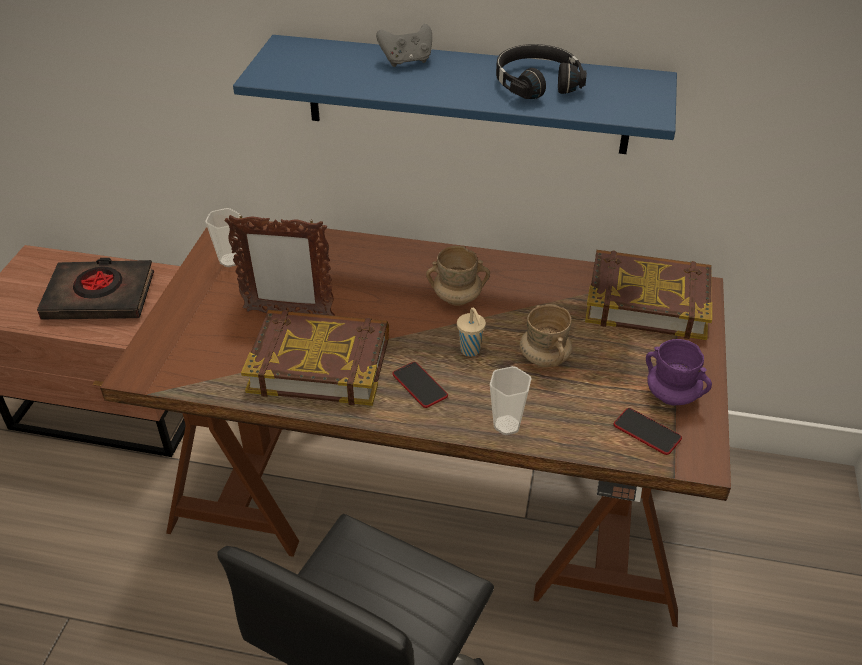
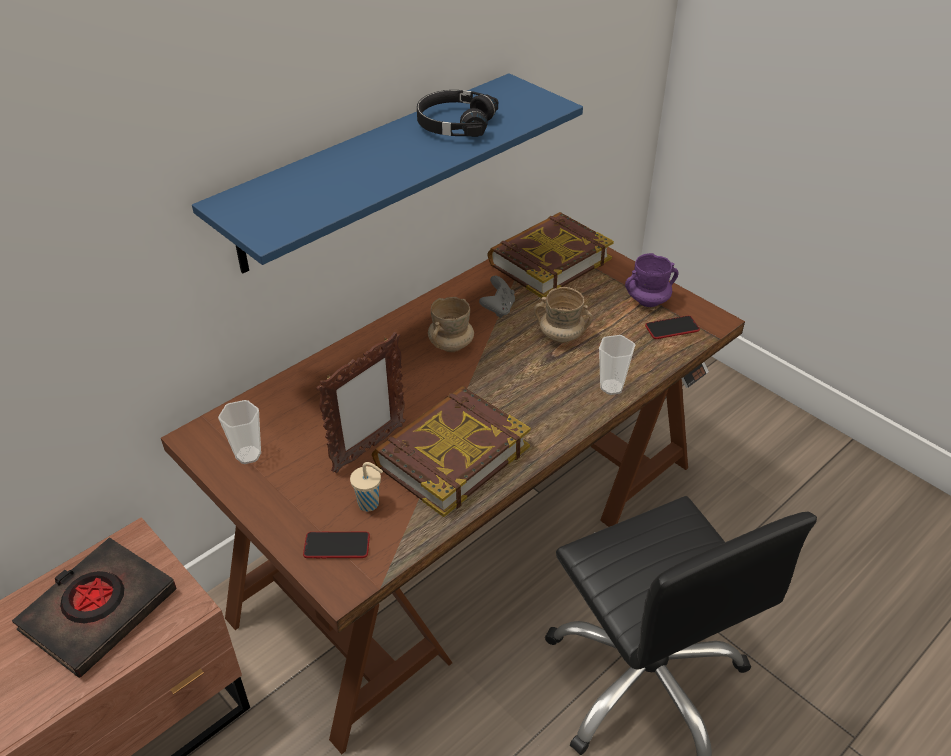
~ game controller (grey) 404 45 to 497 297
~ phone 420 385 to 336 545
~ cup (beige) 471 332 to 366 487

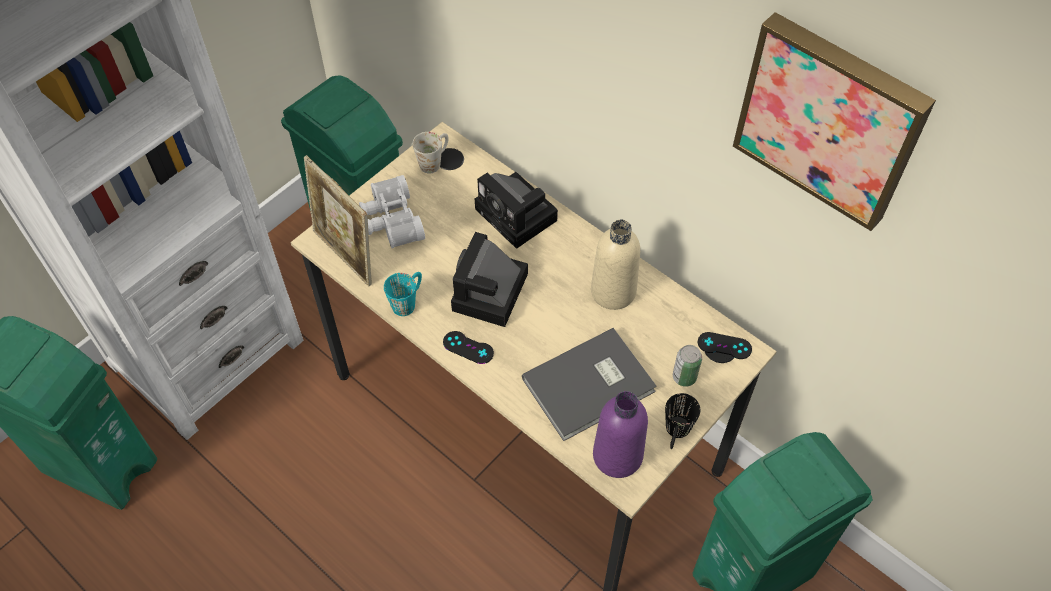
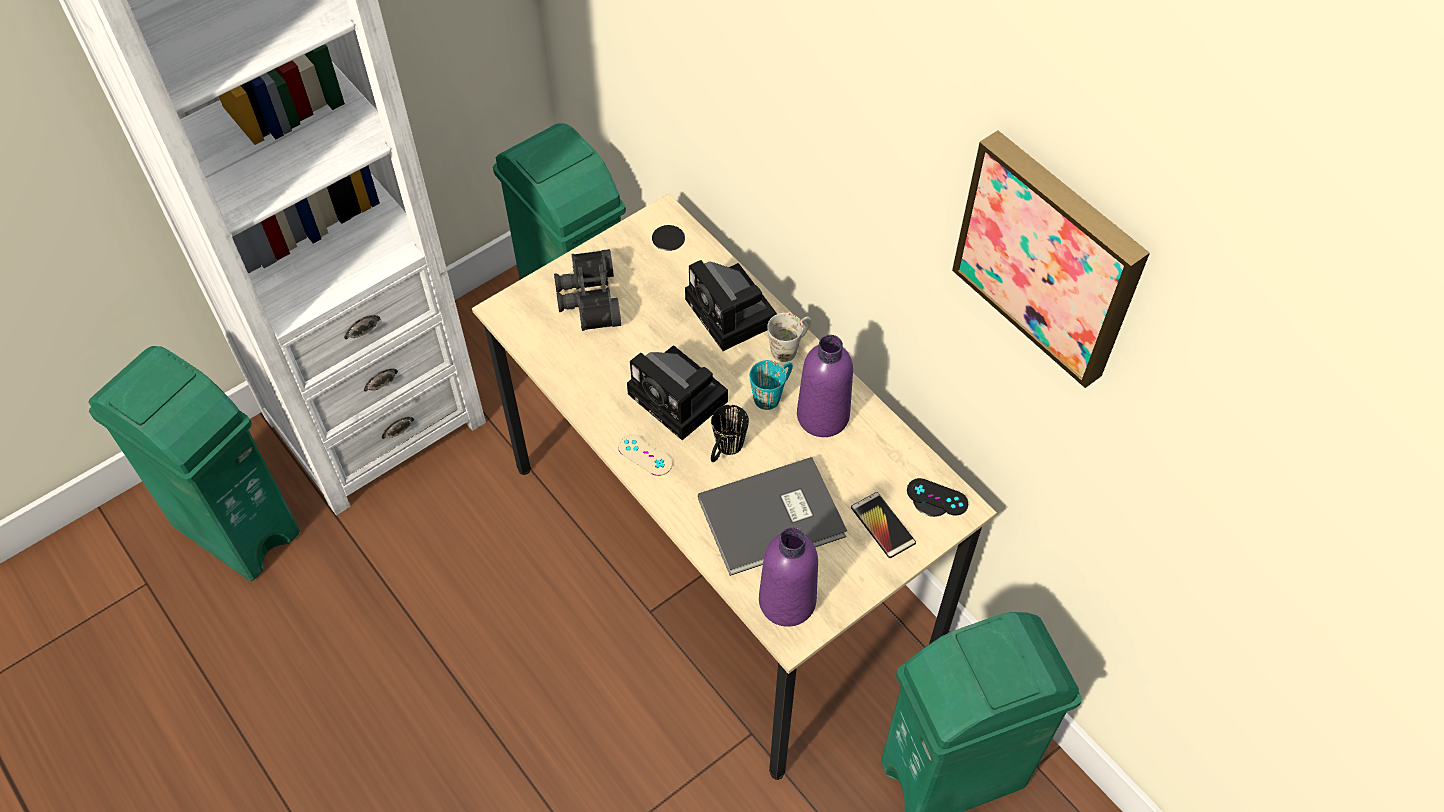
- picture frame 338 220
~ binoculars (white) 392 211 to binoculars (black) 587 290
~ mug (turquoise) 403 294 to 771 385
~ mug (white) 431 152 to 789 337
~ game controller (black) 468 347 to game controller (beige) 645 455
~ photo camera 489 279 = 677 392 75 degrees counterclockwise
~ bottle (beige) 615 265 to bottle (purple) 825 386
~ mug (black) 682 421 to 730 433
~ can 687 366 to phone 883 525

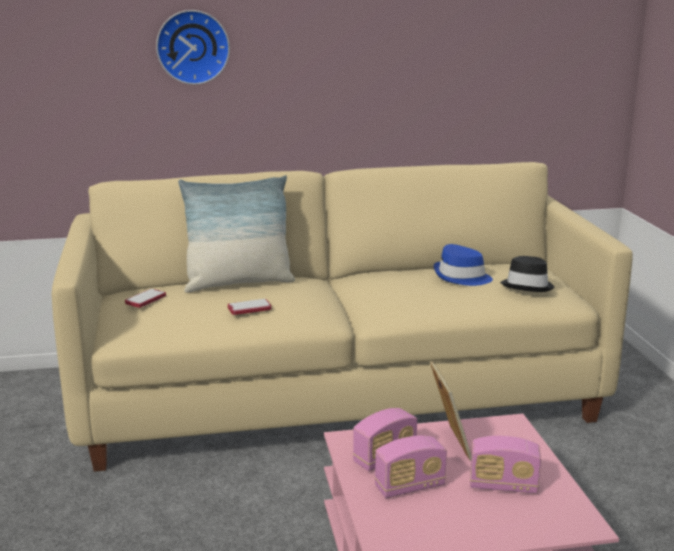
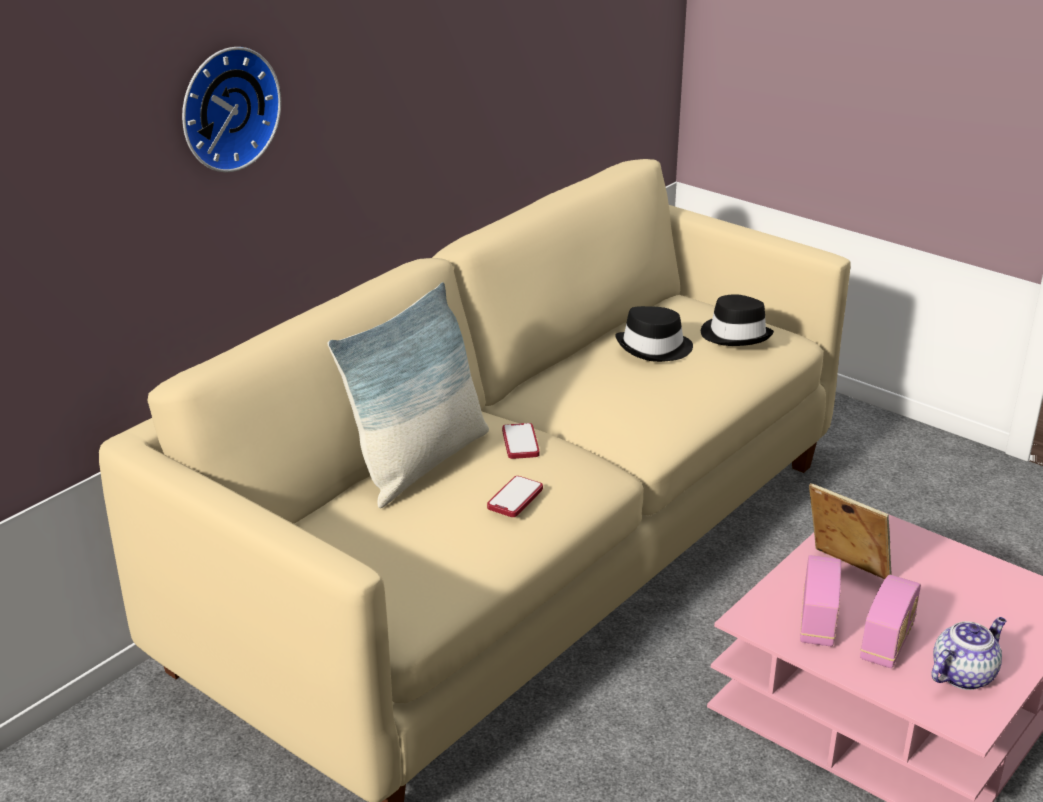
~ phone 145 298 to 520 441
~ hat (blue) 463 265 to hat (black) 654 334
- radio 505 465
+ teapot 968 653

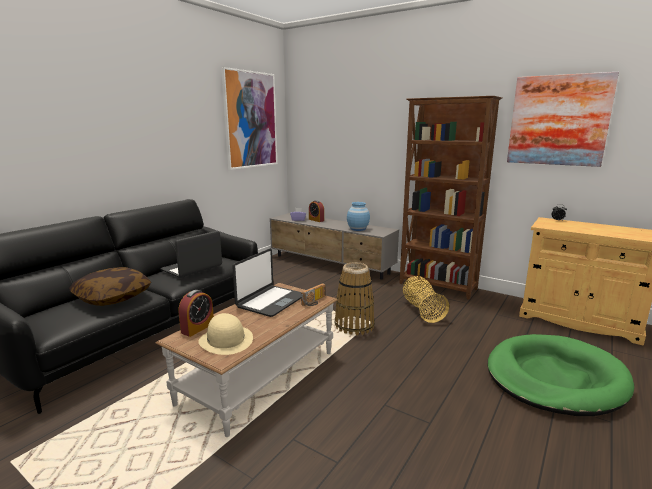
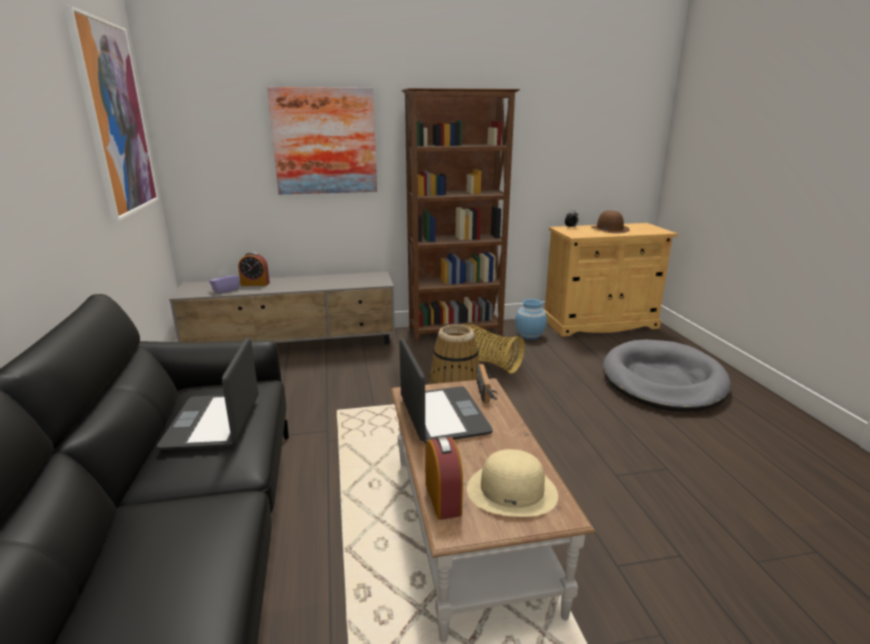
- pillow 110 286
~ vase (blue) 358 216 to 531 319
~ dog bed (green) 561 375 to dog bed (grey) 667 376
~ picture 563 119 to 322 140
+ hat (brown) 610 221

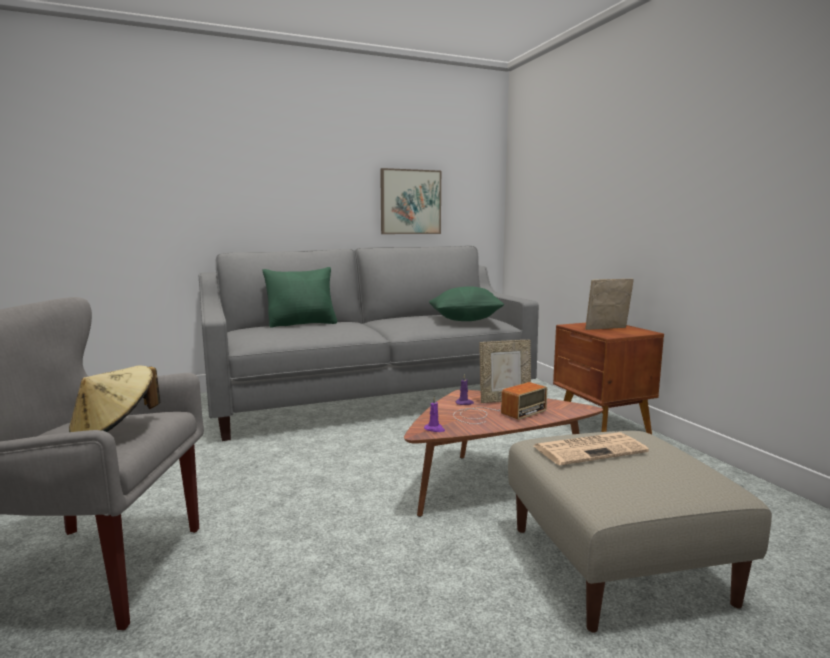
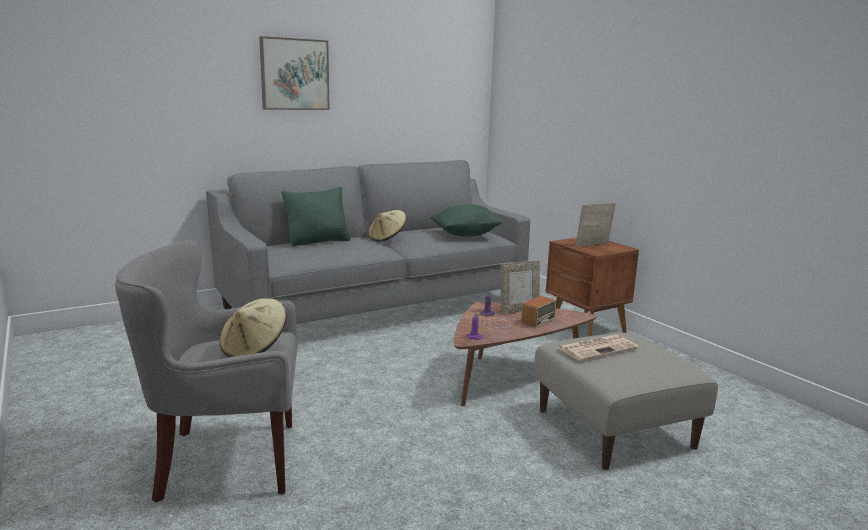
~ picture 410 201 to 294 73
+ hat (beige) 387 226

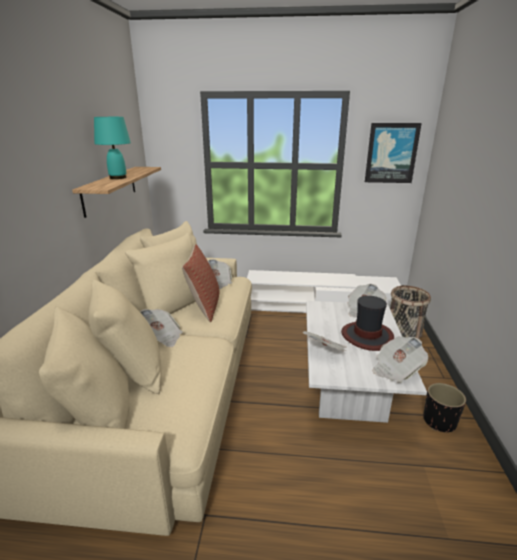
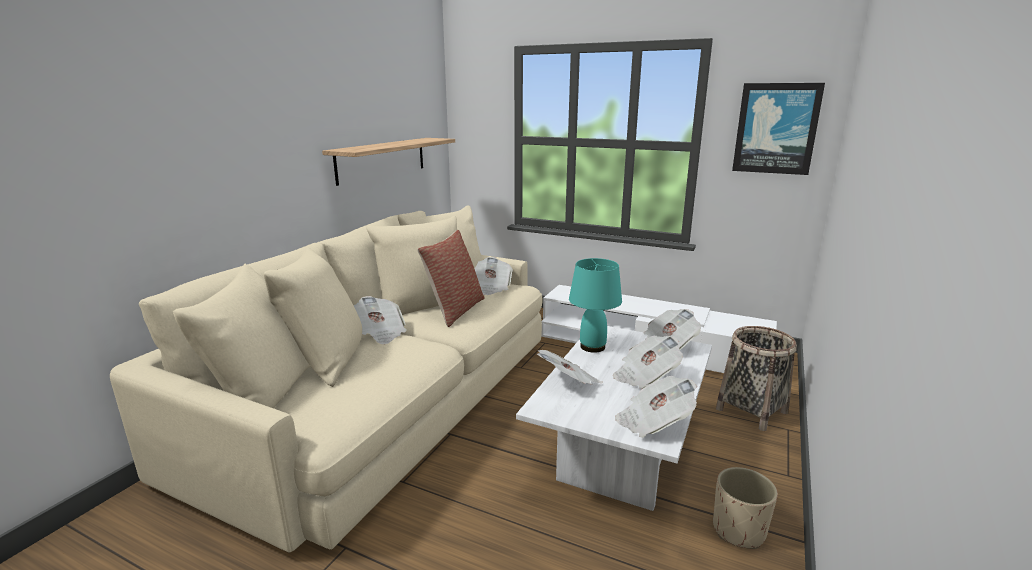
~ table lamp (turquoise) 112 148 to 595 305
~ hat 367 323 to newspaper 648 362
~ planter (black) 444 407 to planter (beige) 745 508

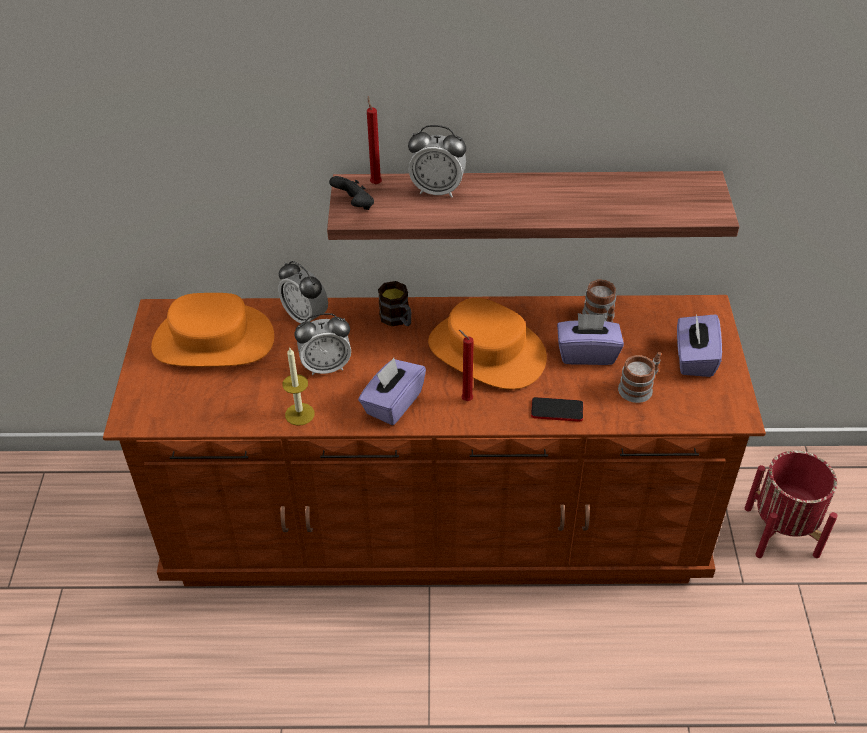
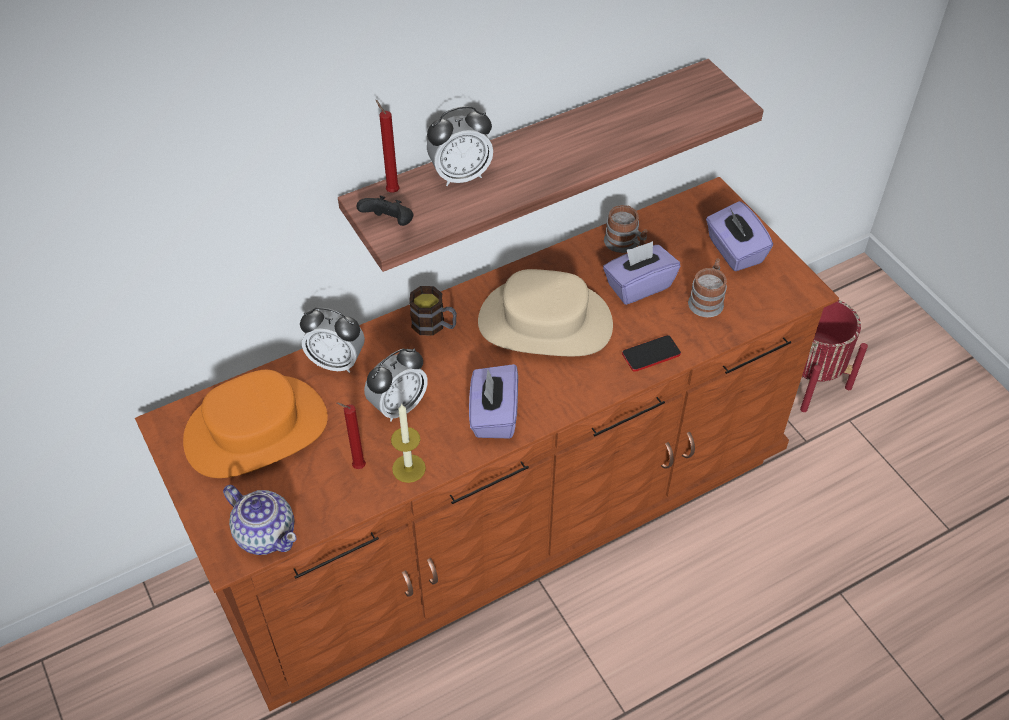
~ hat (orange) 487 344 to hat (beige) 545 312
~ candle (red) 466 365 to 351 435
+ teapot 260 520

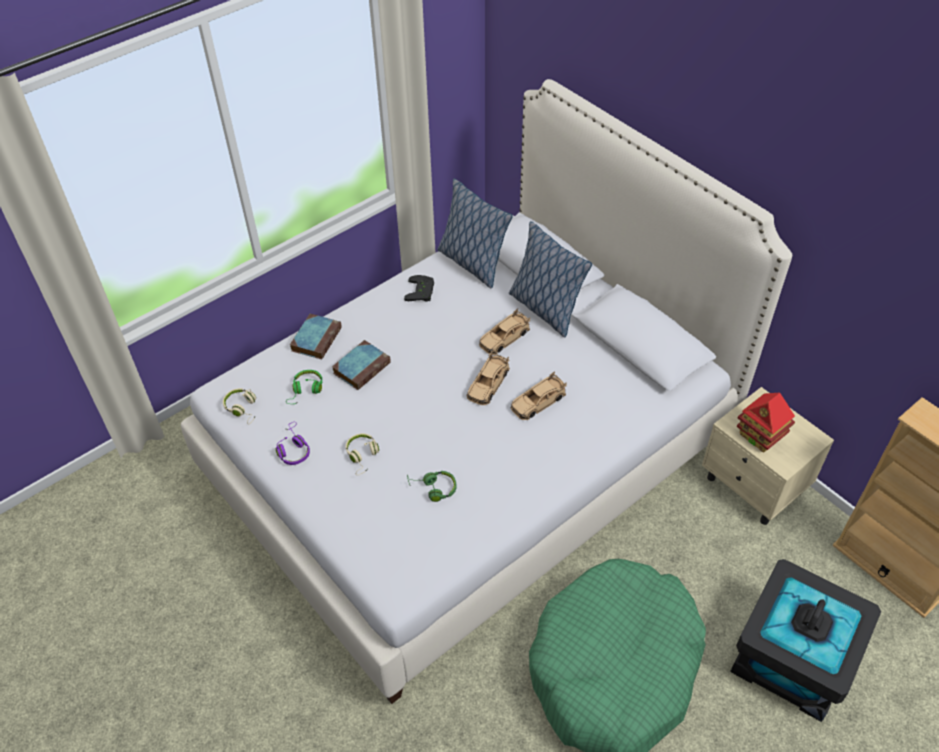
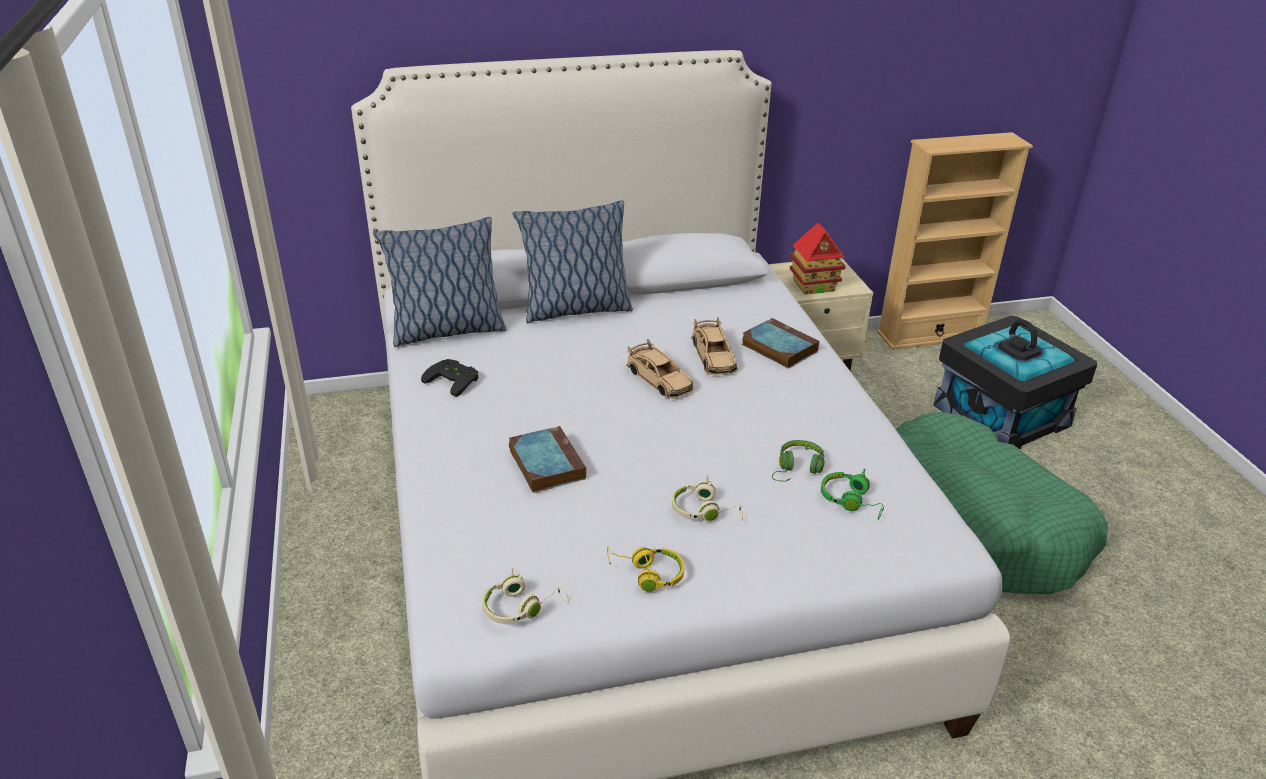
~ headphones (purple) 293 443 to headphones (yellow) 645 569
~ headphones (green) 304 387 to 852 494
~ book 316 337 to 780 343
- toy car (beige) 504 331

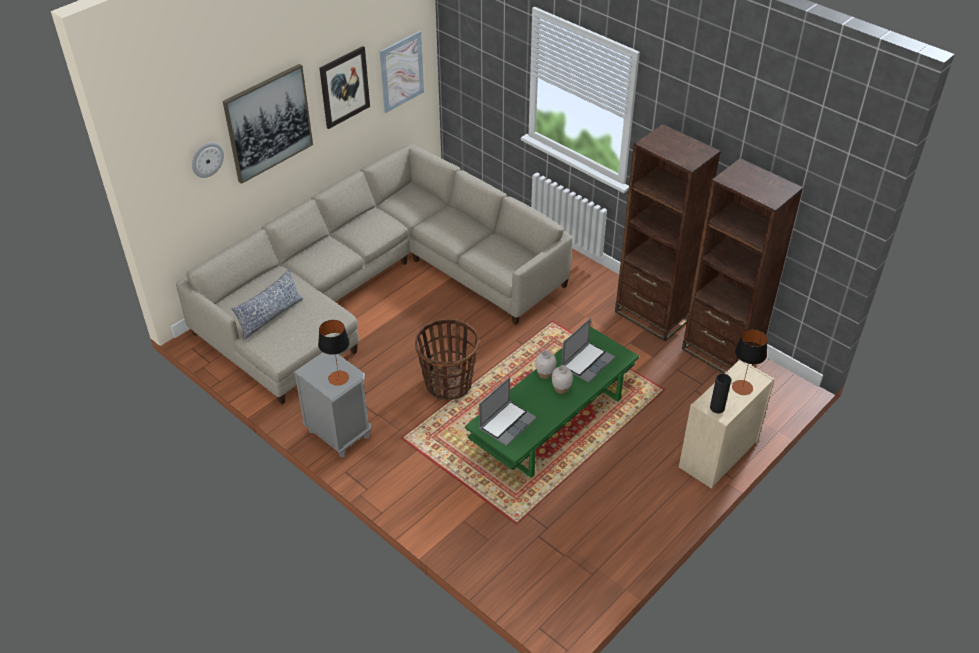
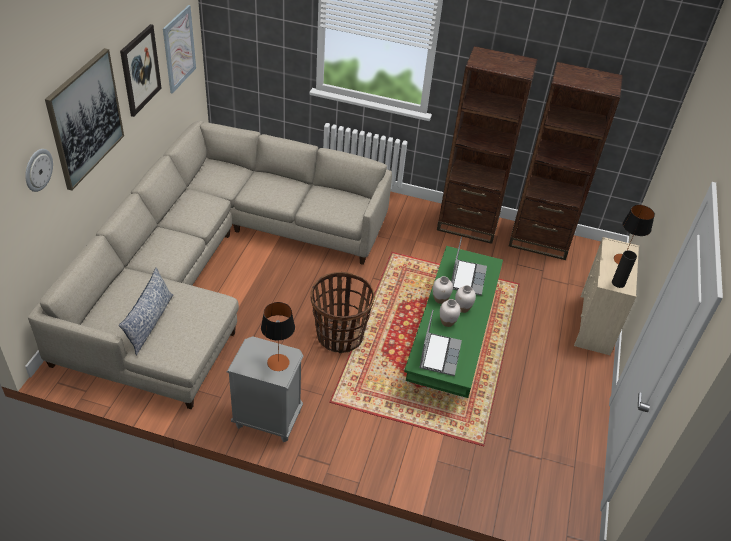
+ vase (white) 450 313

